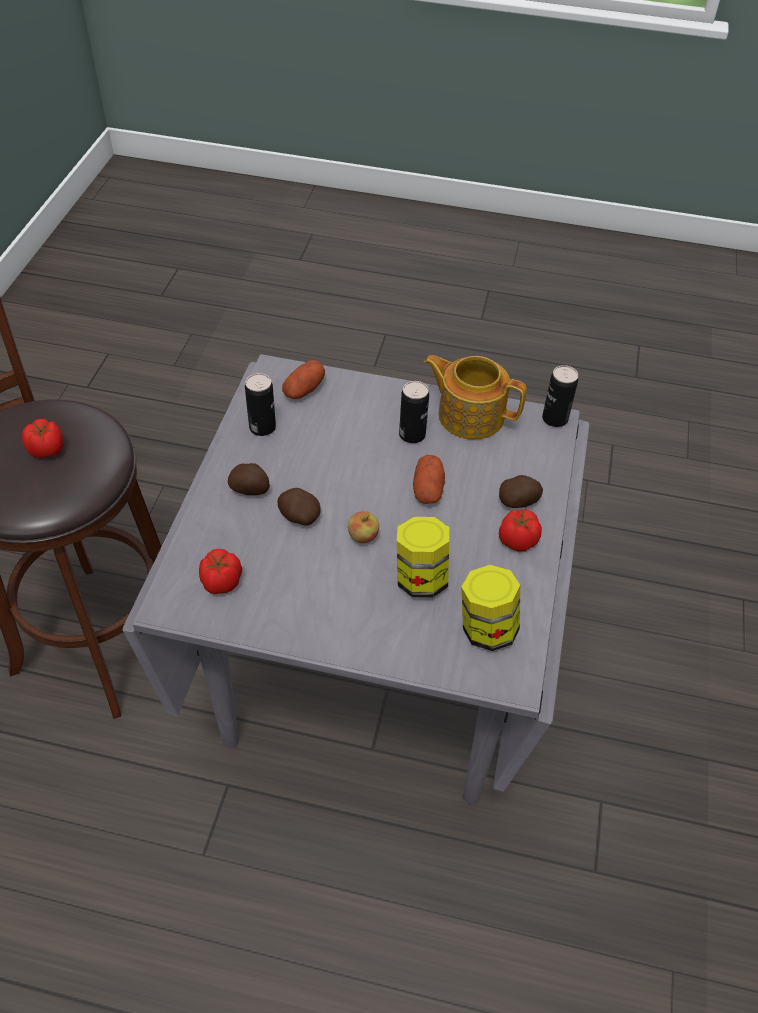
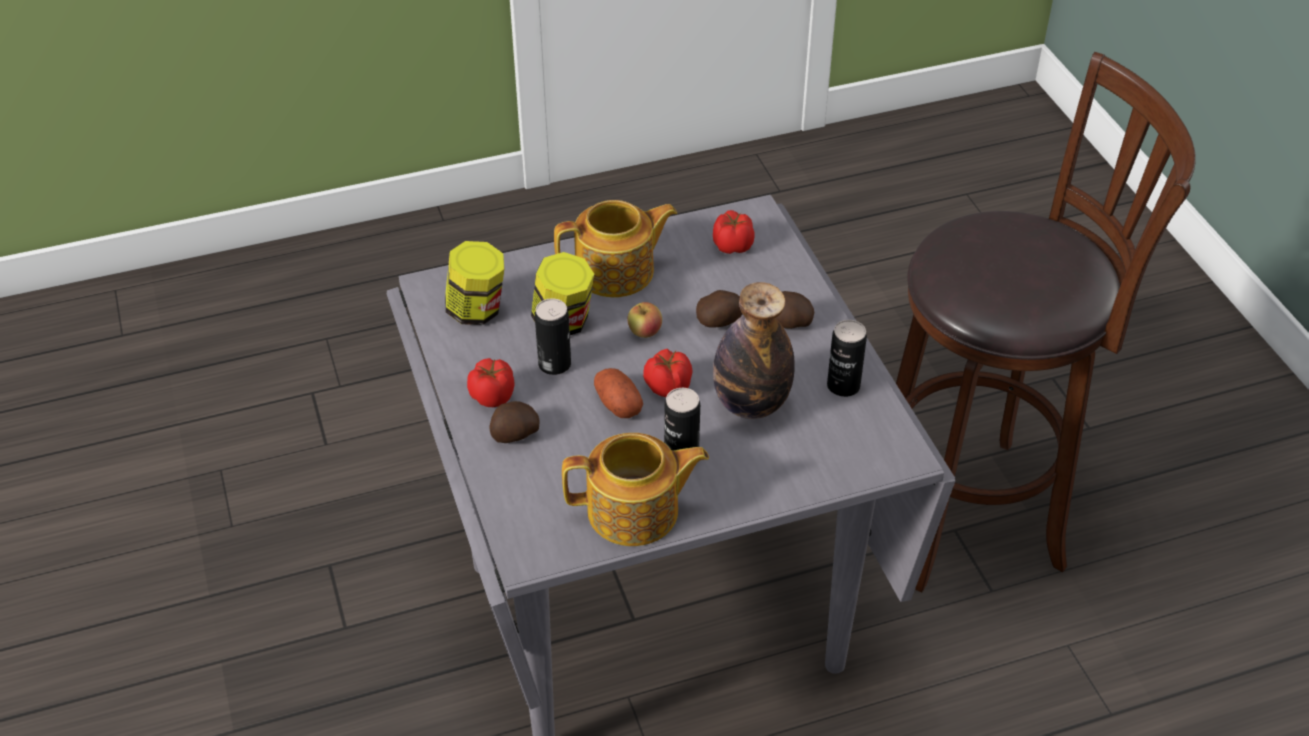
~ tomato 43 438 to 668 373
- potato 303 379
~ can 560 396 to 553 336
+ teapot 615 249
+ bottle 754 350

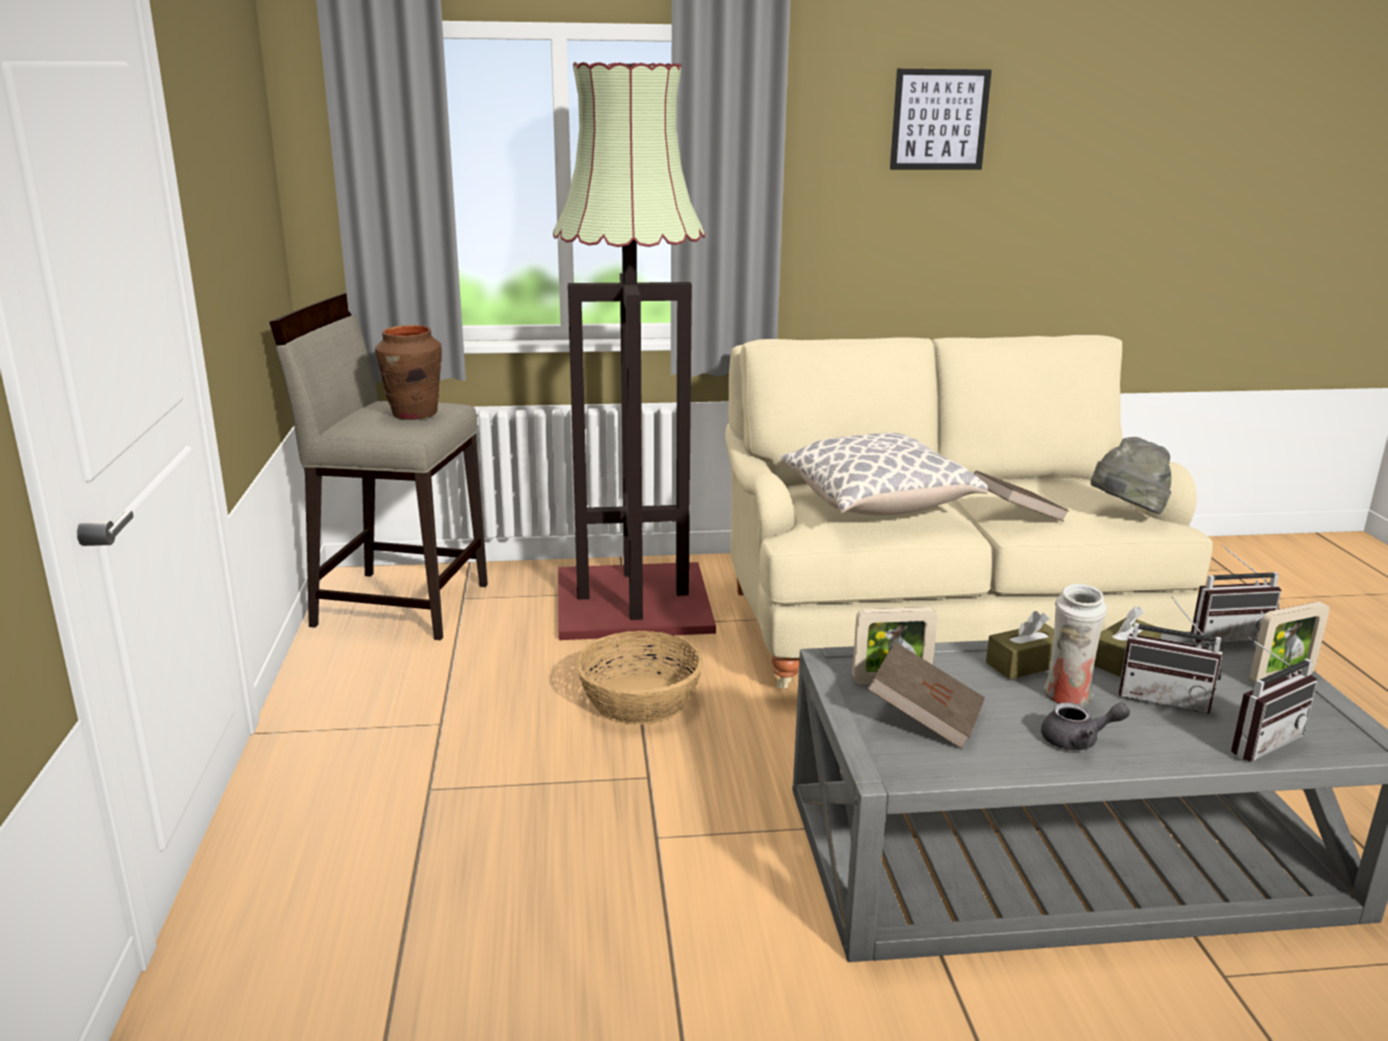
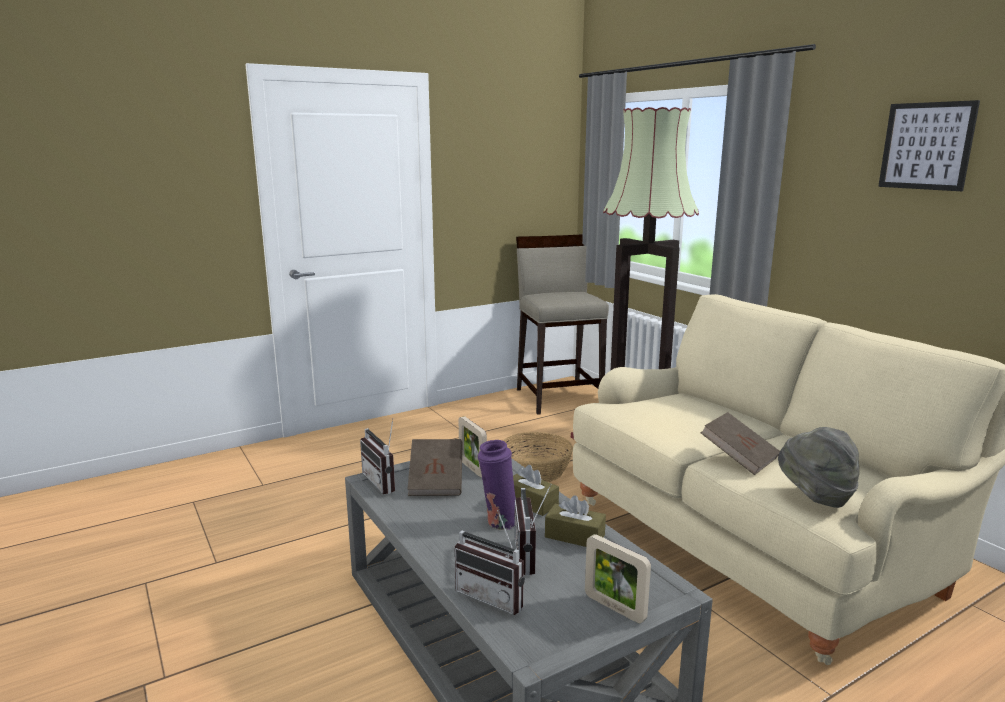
- vase (brown) 408 372
- pillow 884 474
- teapot (grey) 1085 726
~ vase (white) 1075 645 to vase (purple) 497 485
~ radio 1236 594 to 377 456

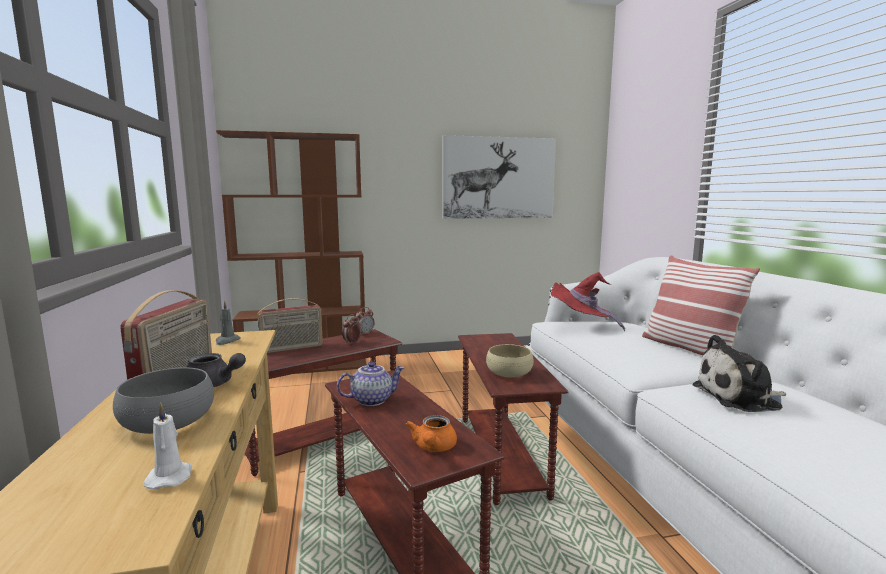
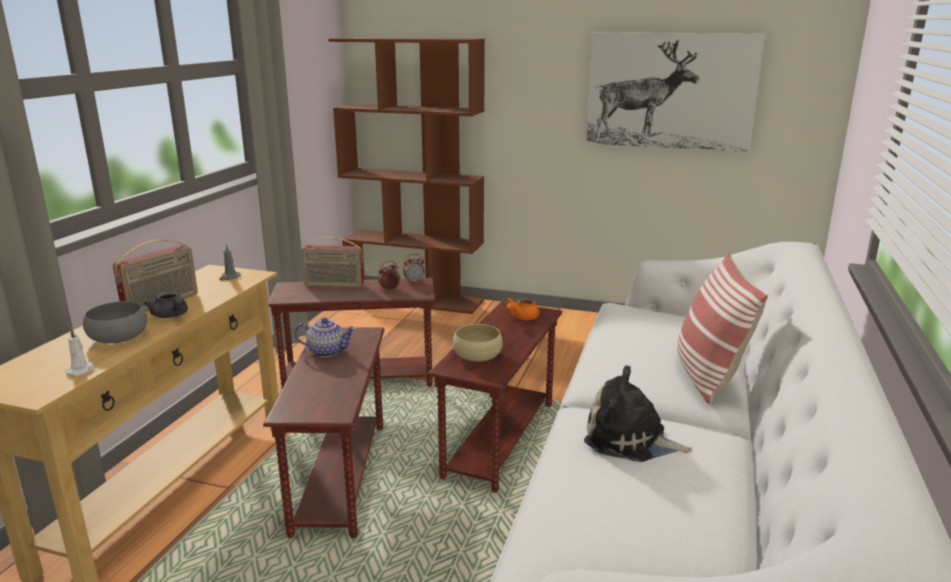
~ teapot (orange) 431 433 to 523 309
- hat (red) 588 301

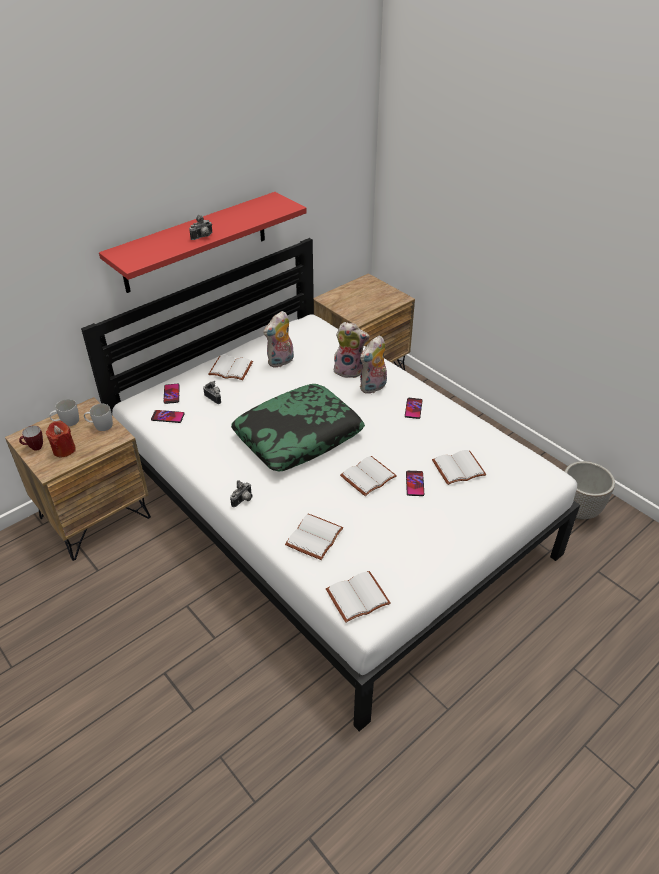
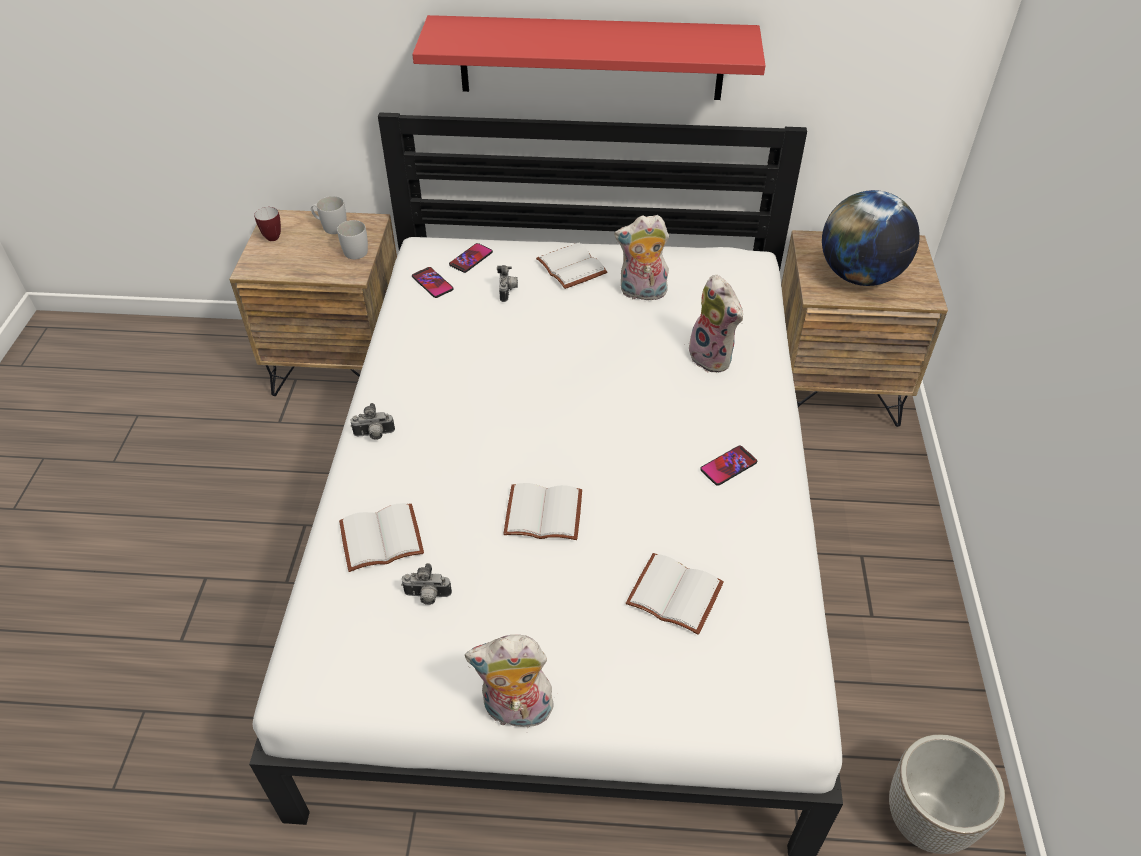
- candle (red) 60 439
~ photo camera 201 227 to 426 584
- pillow 298 427
- book (white) 358 597
~ plush toy 373 365 to 510 681
- phone 415 483
+ globe 871 238

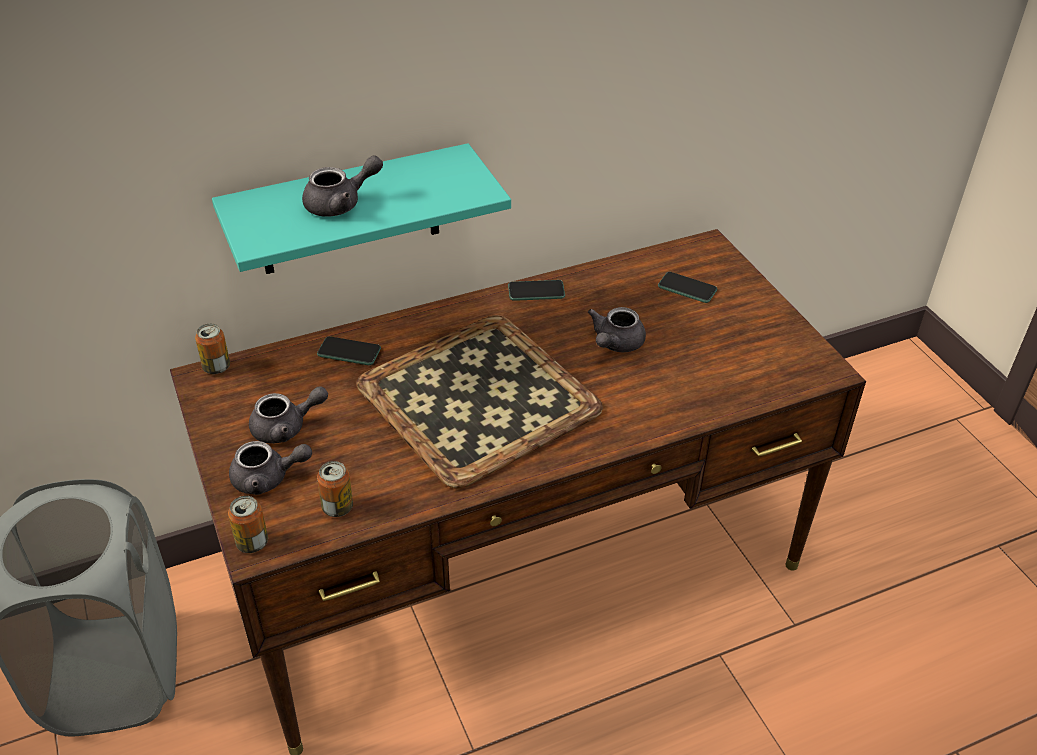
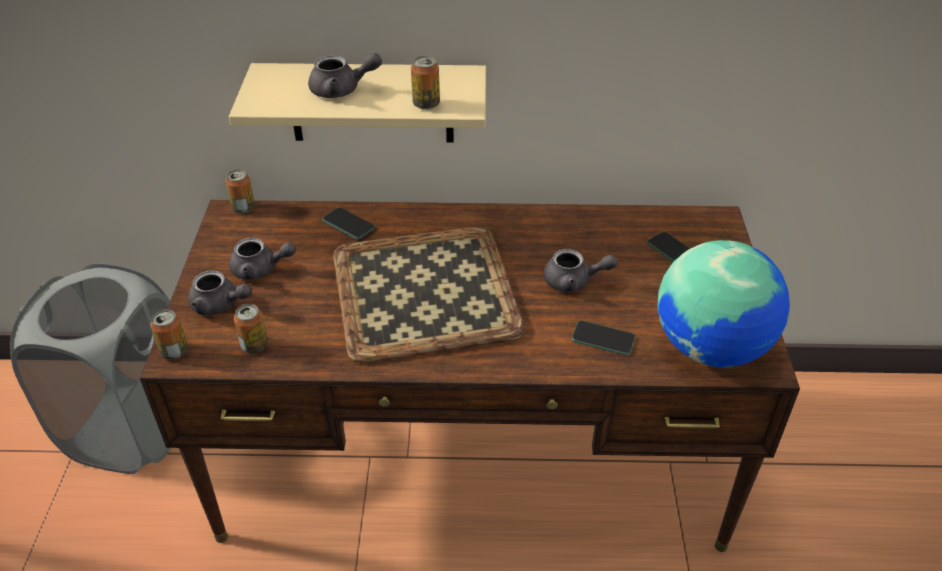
~ shelf (turquoise) 361 208 to shelf (beige) 357 103
~ phone 536 290 to 604 338
~ teapot (grey) 617 329 = 581 270 135 degrees counterclockwise
+ can 425 83
+ globe 724 303

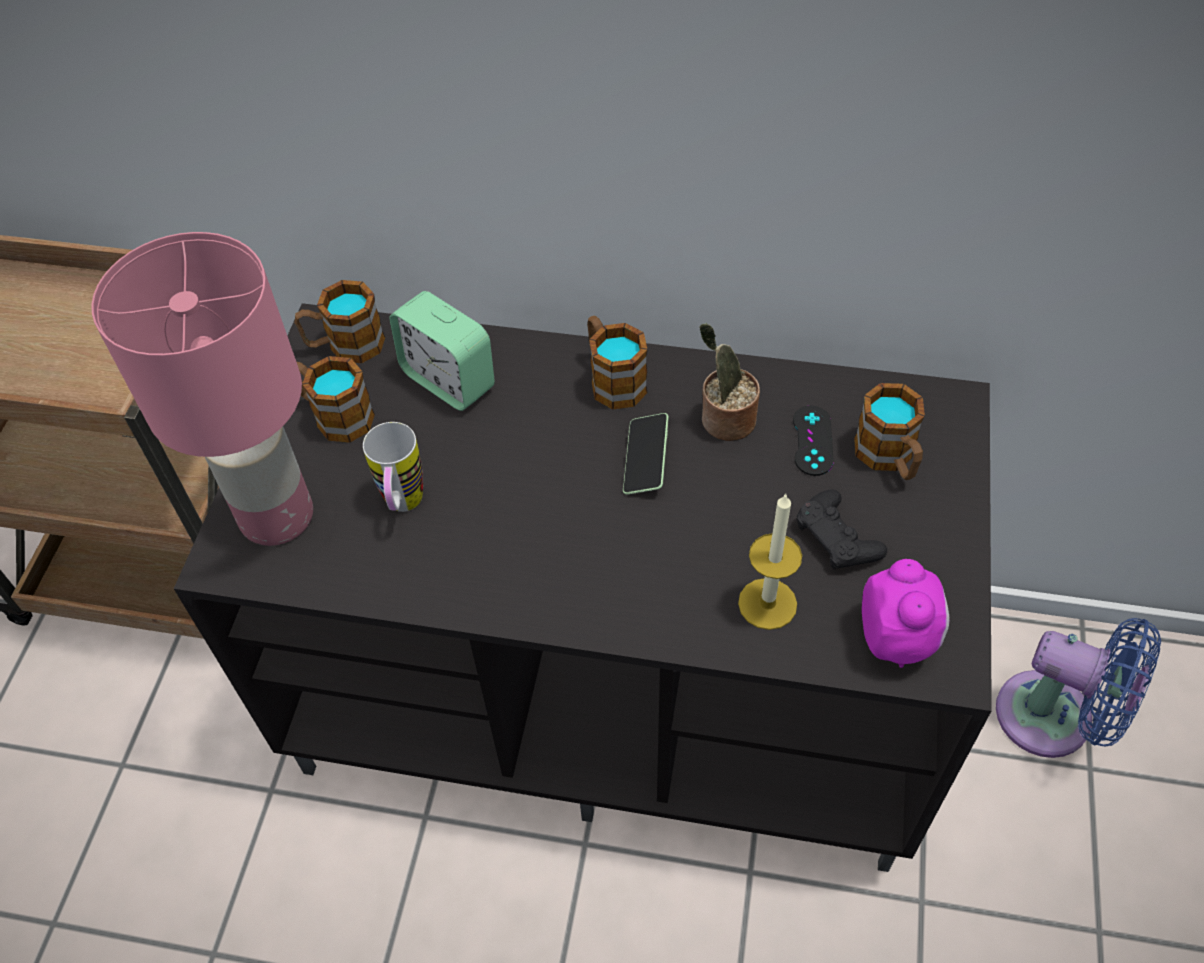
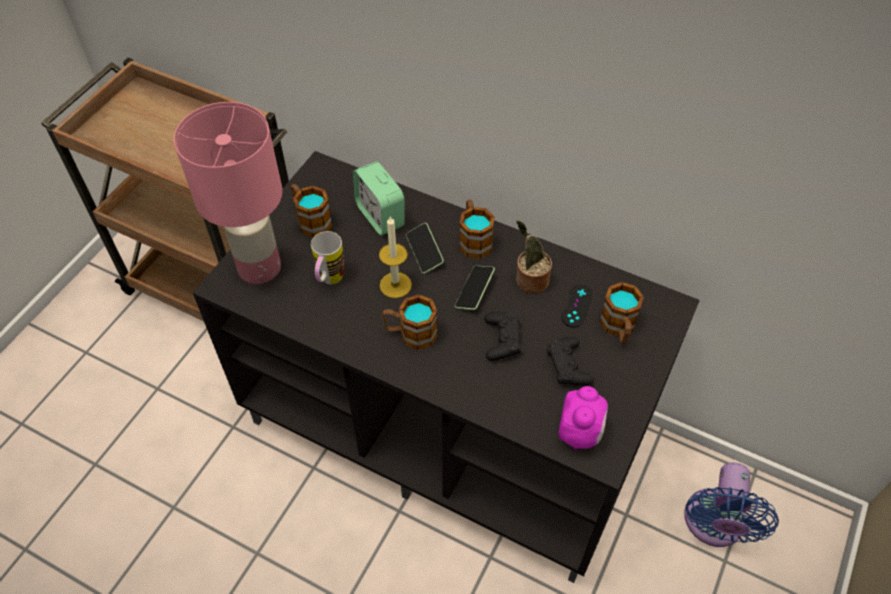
~ mug 339 321 to 409 322
~ candle 770 561 to 395 256
~ fan (blue) 1078 688 = 731 504 60 degrees clockwise
+ phone 425 248
+ game controller (black) 503 336

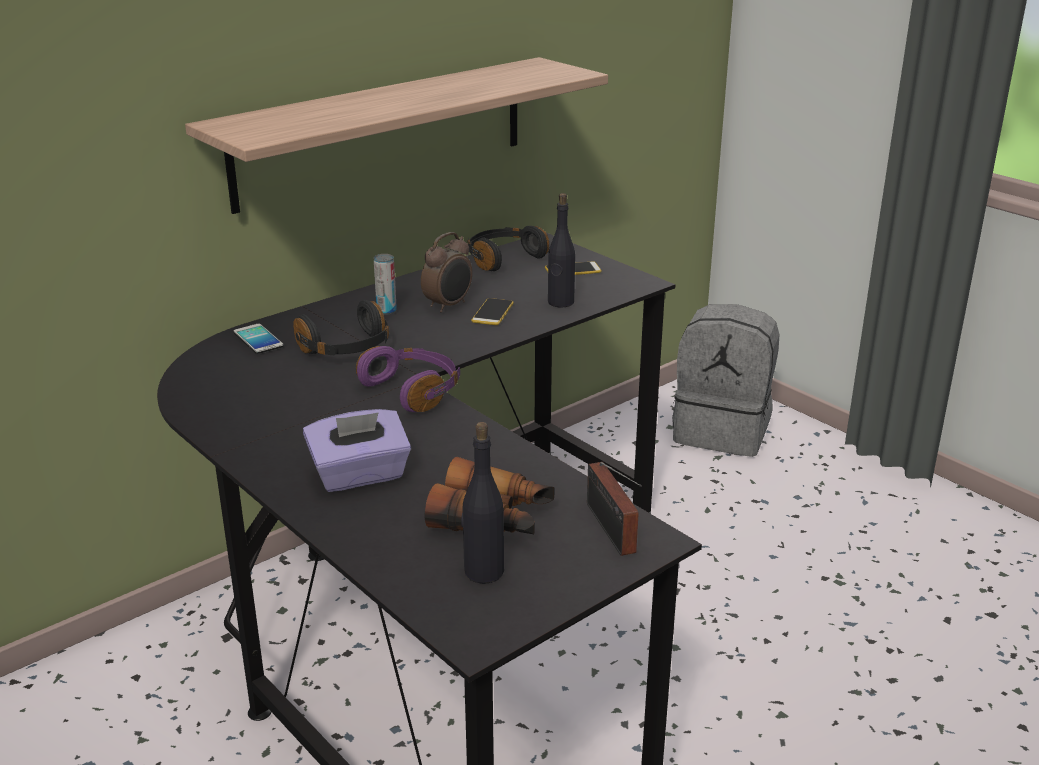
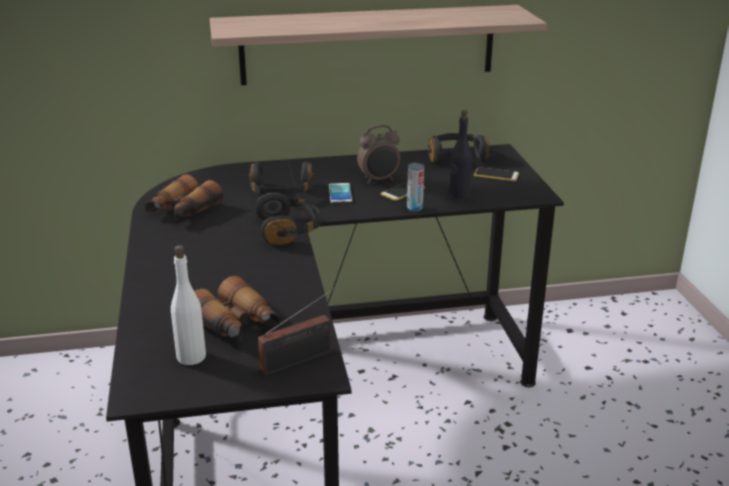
~ phone 259 339 to 340 193
- tissue box (purple) 357 450
~ headphones (purple) 408 379 to headphones (black) 288 219
~ can 385 284 to 415 187
~ bottle (black) 482 503 to bottle (white) 188 305
~ radio 614 509 = 296 331 135 degrees counterclockwise
- backpack (grey) 726 380
+ binoculars 183 197

